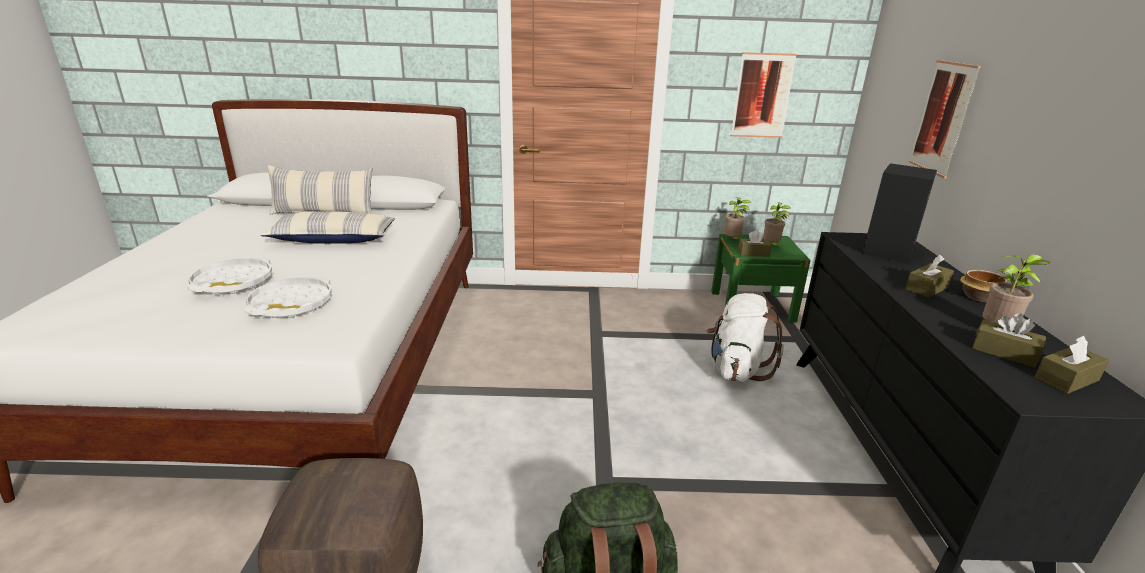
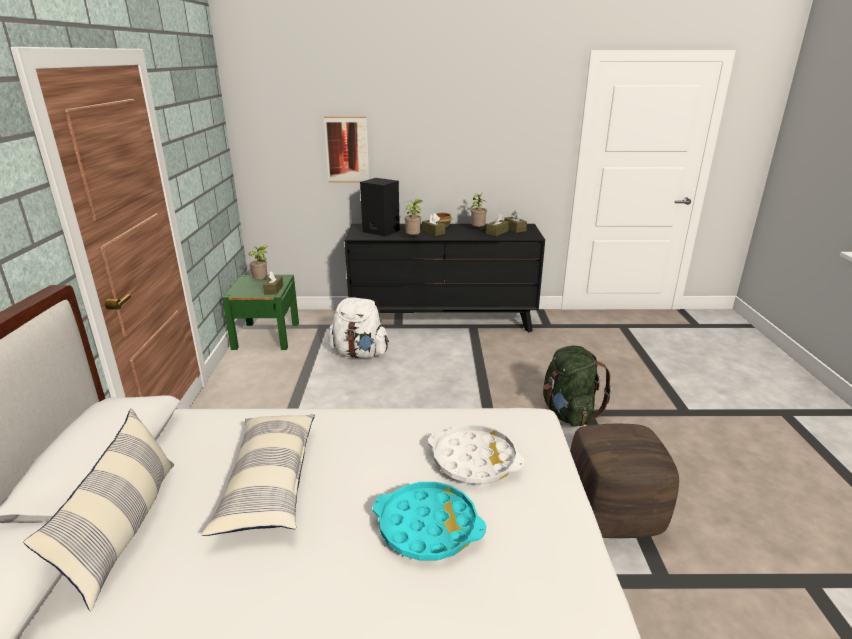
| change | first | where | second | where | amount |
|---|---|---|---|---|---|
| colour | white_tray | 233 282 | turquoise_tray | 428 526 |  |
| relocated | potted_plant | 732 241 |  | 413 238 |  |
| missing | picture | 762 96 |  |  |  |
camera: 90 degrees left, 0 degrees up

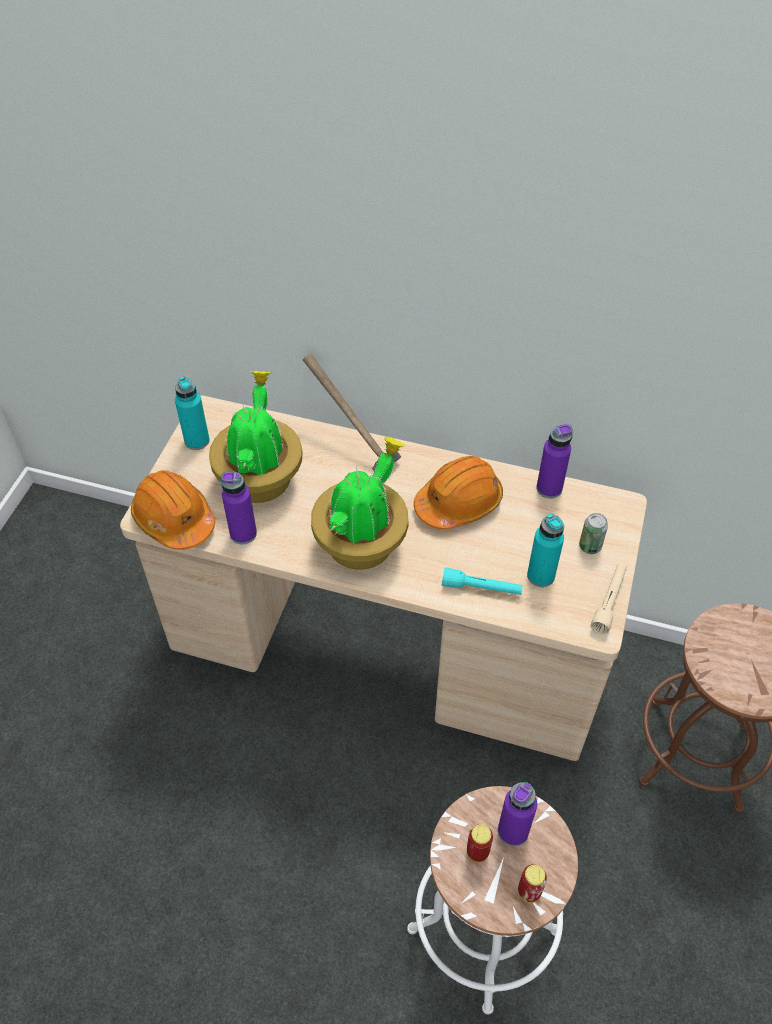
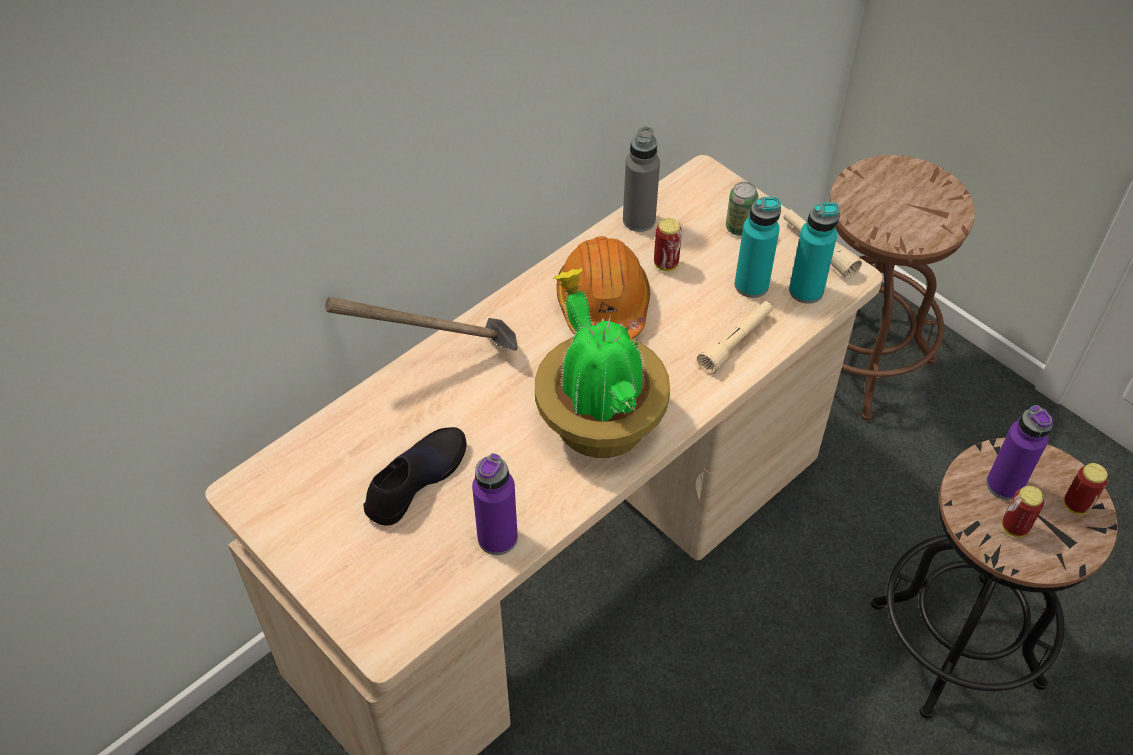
| change | first | where | second | where | amount |
|---|---|---|---|---|---|
| missing | orange_hard_hat | 174 519 |  |  |  |
| relocated | turquoise_bottle | 197 441 |  | 806 291 |  |
| exchanged | potted_plant | 260 477 | black_shoe | 416 479 |  |
| colour | white_stool | 484 930 | black_stool | 956 643 |  |
| colour | turquoise_flashlight | 481 588 | beige_flashlight | 736 342 |  |
| colour | purple_bottle | 549 488 | grey_bottle | 639 220 |  |
| appeared |  |  | can | 666 264 |  |
camera: 60 degrees left, 0 degrees up

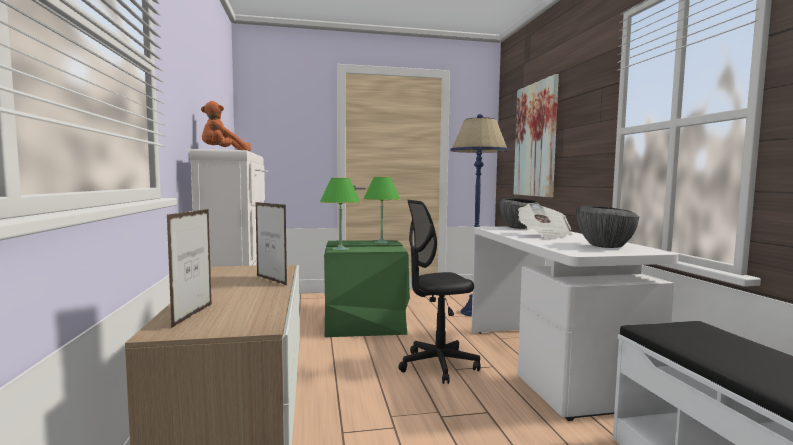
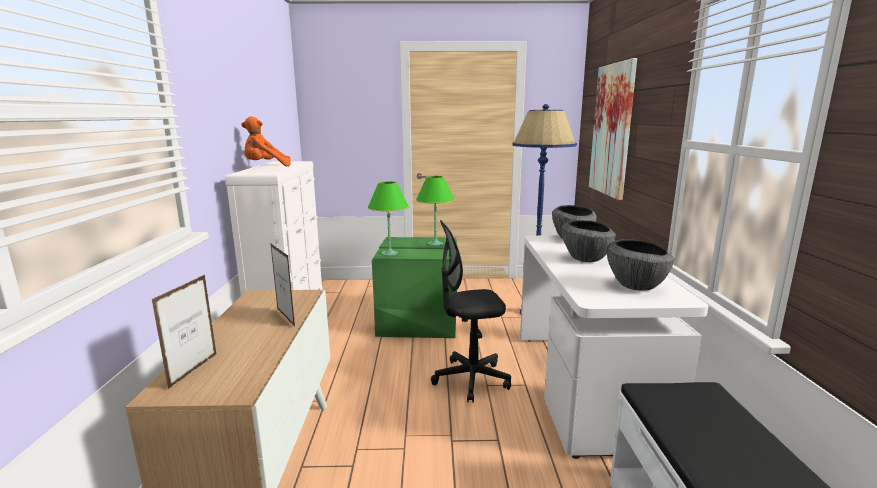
| change | first | where | second | where | amount |
|---|---|---|---|---|---|
| exchanged | newspaper | 543 236 | bowl | 585 259 |  |
camera: 10 degrees right, 10 degrees up

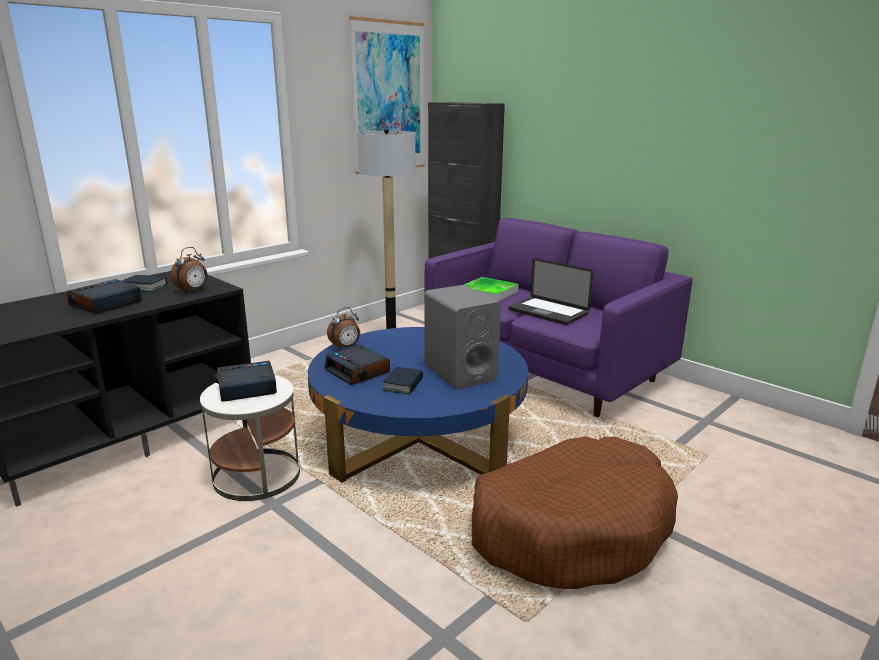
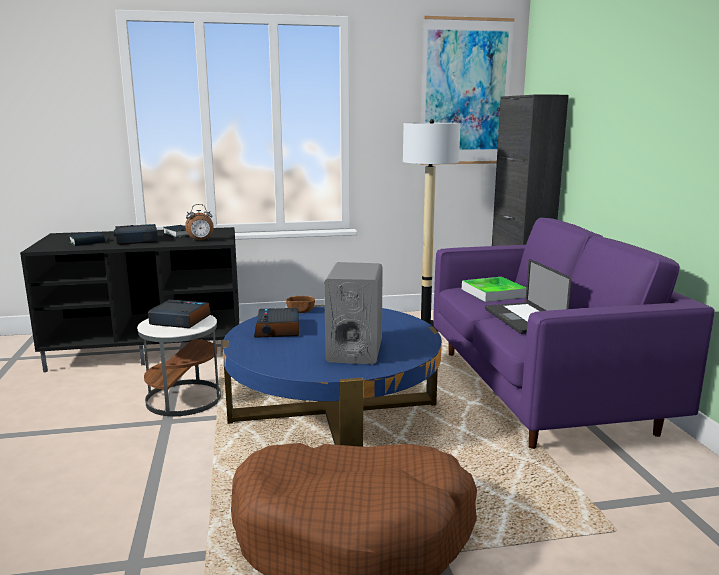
| change | first | where | second | where | amount |
|---|---|---|---|---|---|
| exchanged | alarm_clock | 345 347 | brown_bowl | 300 311 |  |
| relocated | book | 403 385 |  | 87 242 |  |
camera: 35 degrees right, 5 degrees down

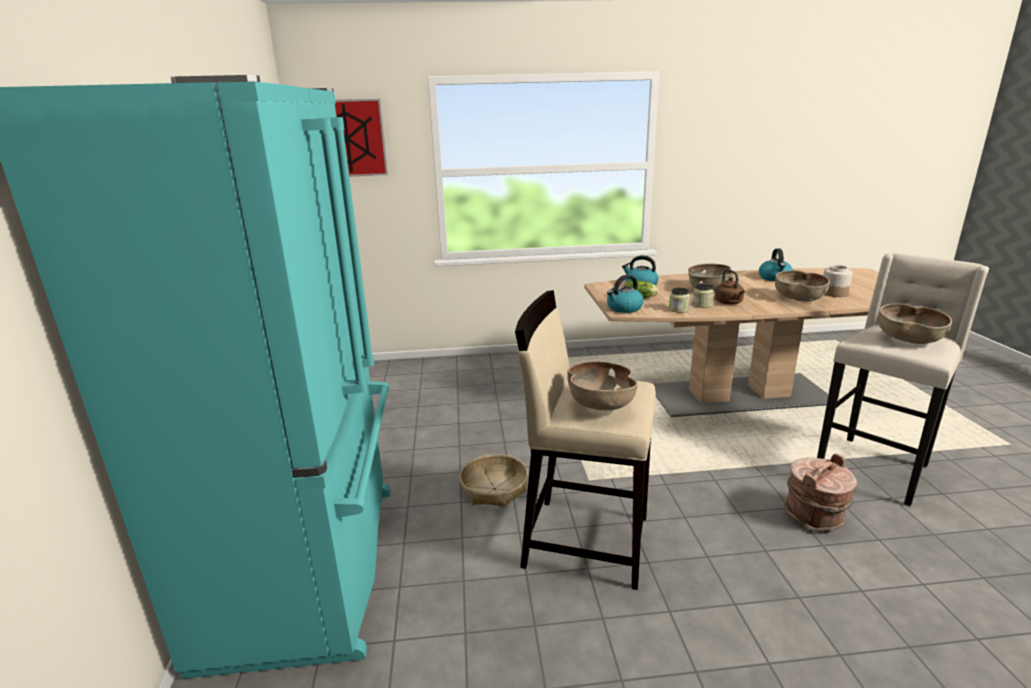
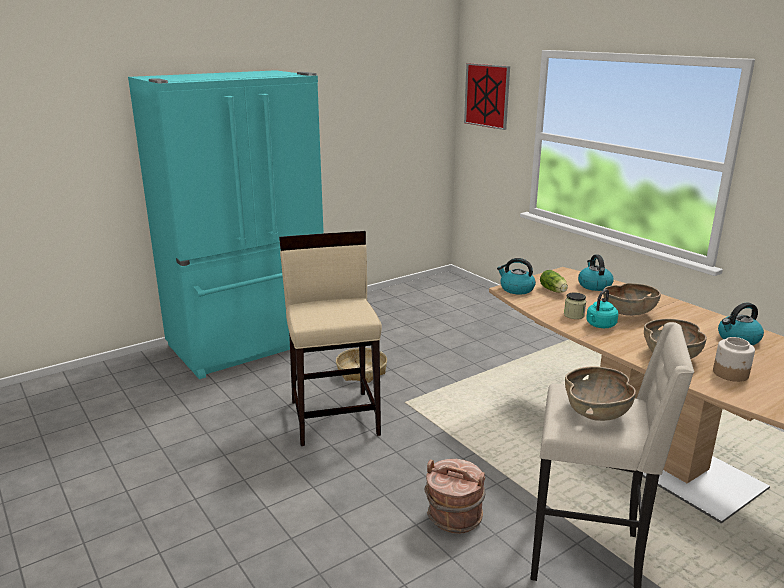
| change | first | where | second | where | amount |
|---|---|---|---|---|---|
| missing | brown_bowl | 600 405 |  |  |  |
| missing | jar | 678 309 |  |  |  |
| colour | brown_kettle | 729 303 | turquoise_kettle | 600 325 |  |
camera: 60 degrees right, 0 degrees up

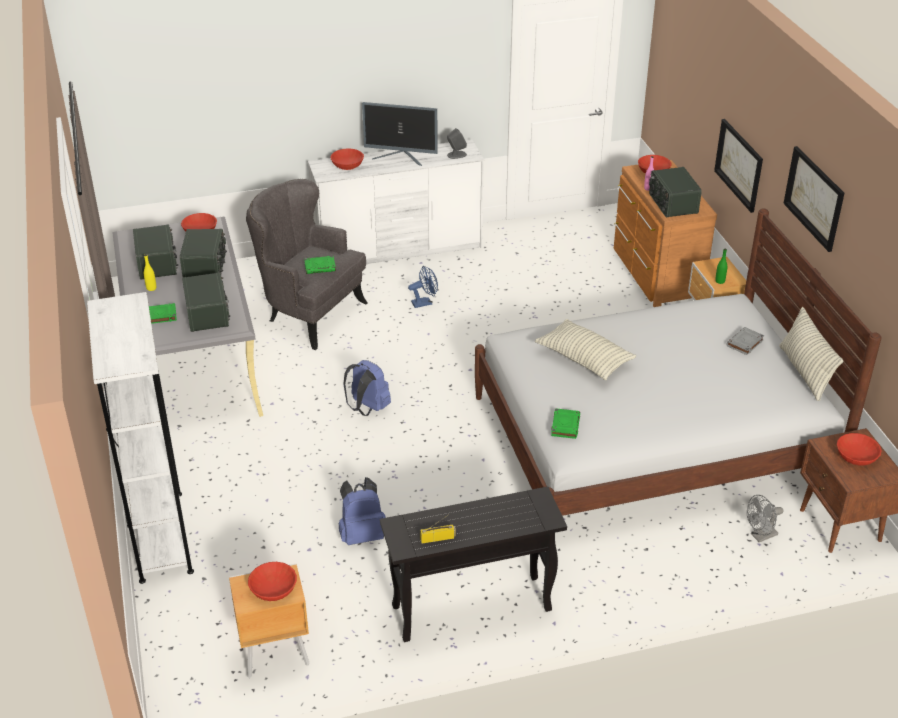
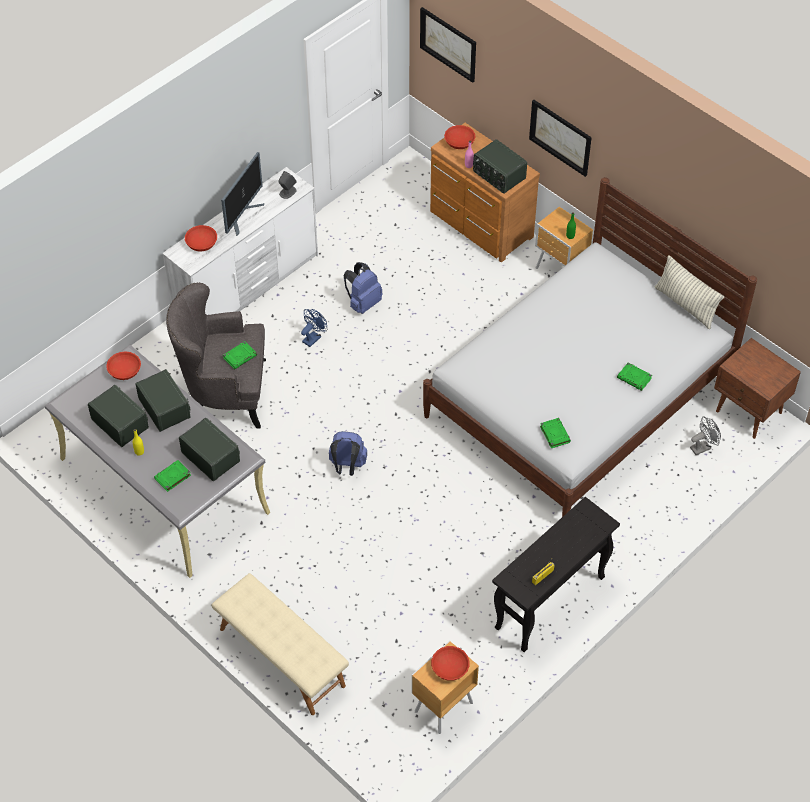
| change | first | where | second | where | amount |
|---|---|---|---|---|---|
| exchanged | white_bookcase | 161 536 | beige_bench | 281 657 |  |
| relocated | blue_backpack | 362 534 |  | 363 303 |  |
| spun | monitor | 401 158 |  | 242 215 | 45 degrees counterclockwise |
| missing | pillow | 584 359 |  |  |  |
| missing | grey_book | 744 343 |  |  |  |
| spun | grey_fan | 760 536 |  | 703 447 | 150 degrees counterclockwise |
| relocated | picture | 814 198 |  | 448 44 |  |
| missing | red_bowl | 856 456 |  |  |  |
| appeared |  |  | green_book | 634 378 |  |
camera: 30 degrees left, 15 degrees up

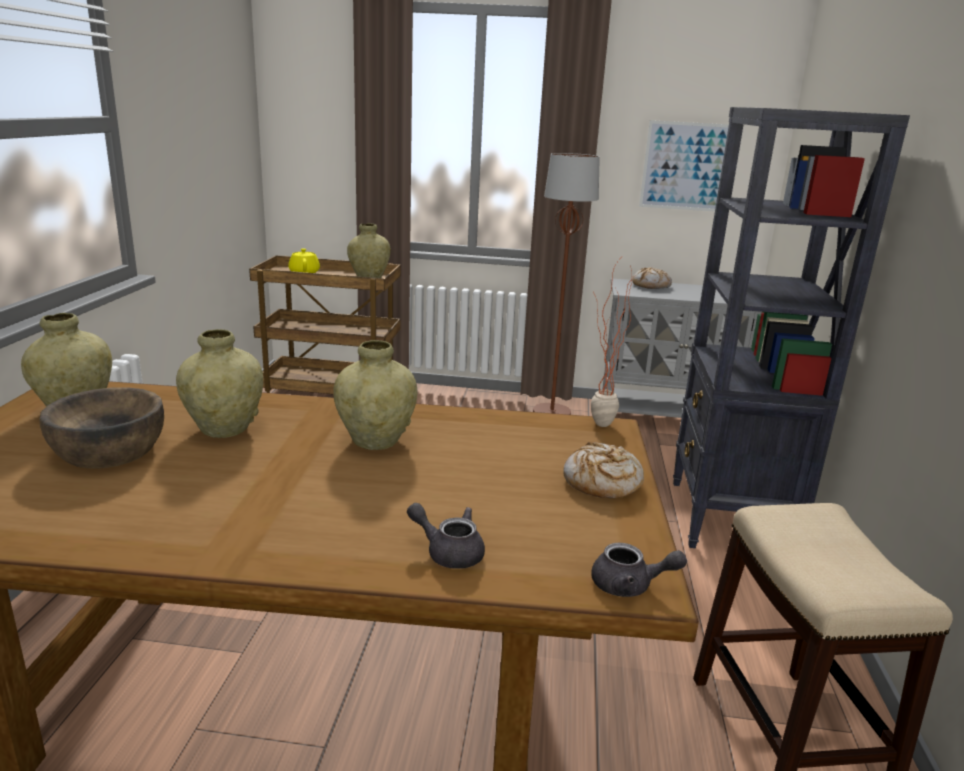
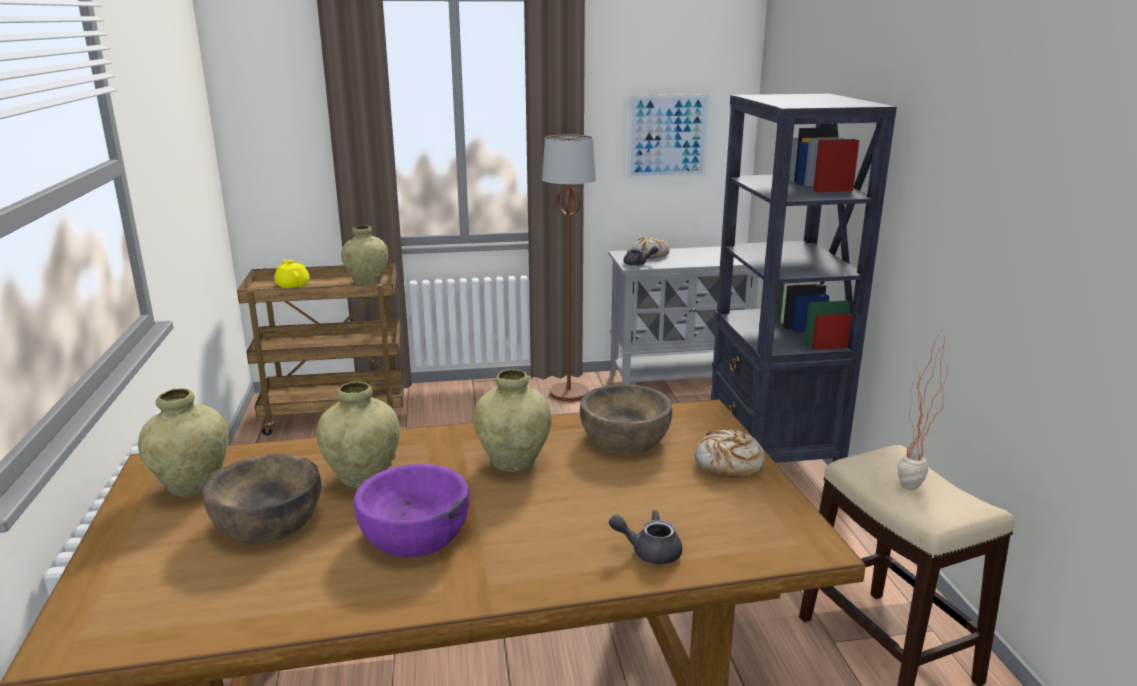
| change | first | where | second | where | amount |
|---|---|---|---|---|---|
| relocated | potted_plant | 597 427 |  | 908 491 |  |
| relocated | grey_teapot | 630 586 |  | 638 264 |  |
| appeared |  |  | purple_bowl | 415 533 |  |
| appeared |  |  | brown_bowl | 624 438 |  |
camera: 15 degrees left, 0 degrees up

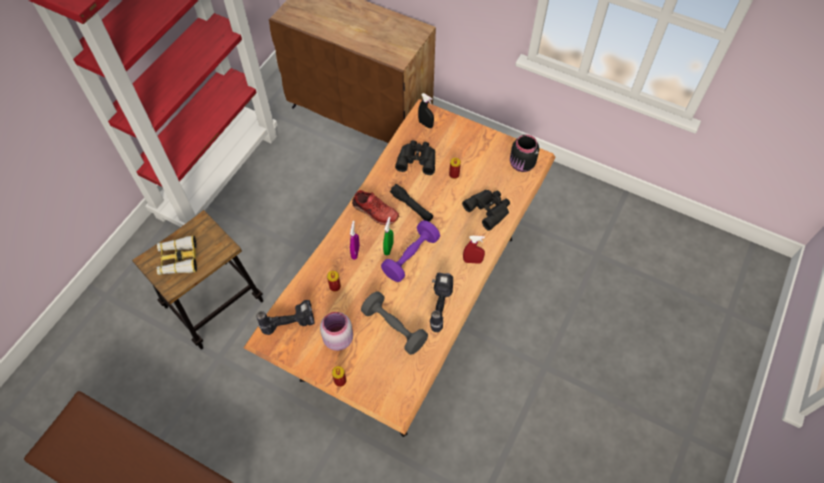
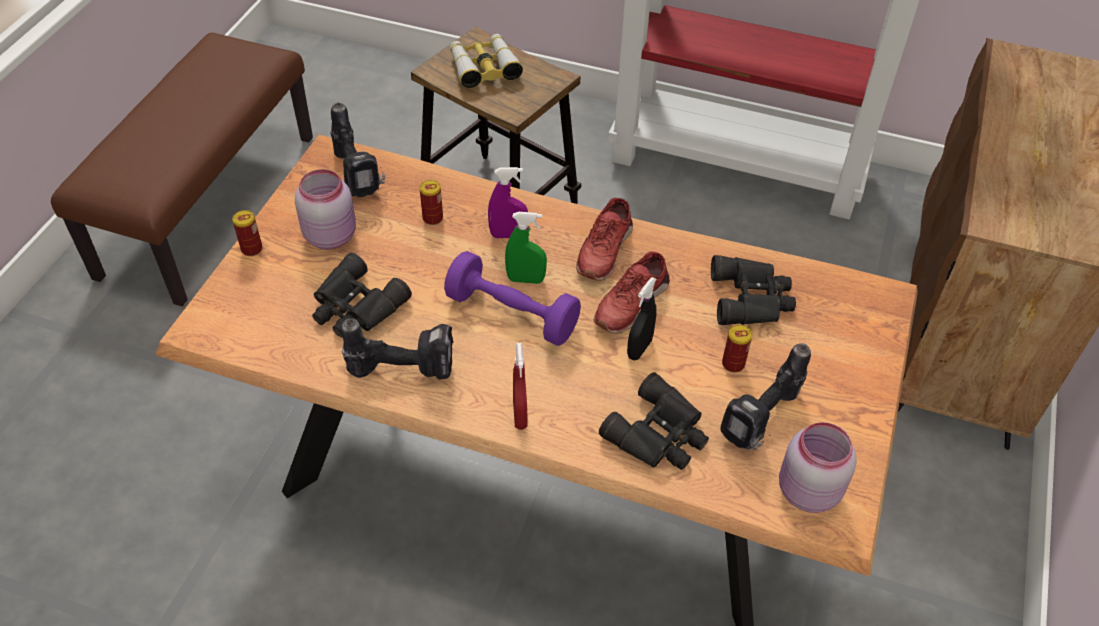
| change | first | where | second | where | amount |
|---|---|---|---|---|---|
| exchanged | grey_dumbbell | 394 328 | black_binoculars | 355 307 |  |
| exchanged | black_flashlight | 411 206 | red_shoe | 630 303 |  |
| relocated | black_spray_bottle | 425 124 |  | 639 349 |  |
| colour | black_jar | 521 165 | pink_jar | 806 491 |  |
| appeared |  |  | power_drill | 763 421 |  |
camera: 80 degrees right, 10 degrees down

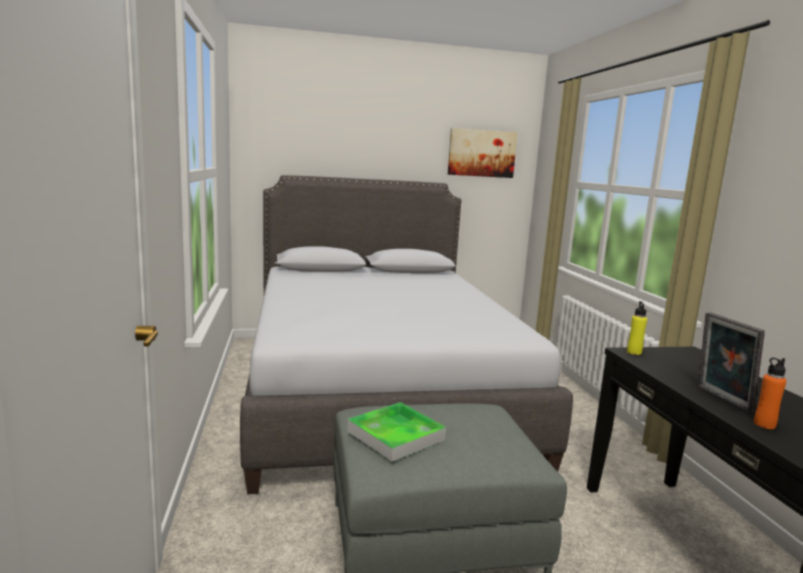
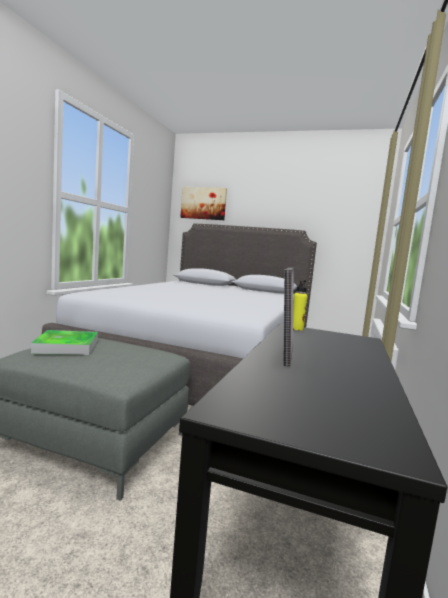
| change | first | where | second | where | amount |
|---|---|---|---|---|---|
| relocated | picture | 481 153 |  | 203 203 |  |
| missing | orange_bottle | 764 424 |  |  |  |
camera: 30 degrees right, 5 degrees down

